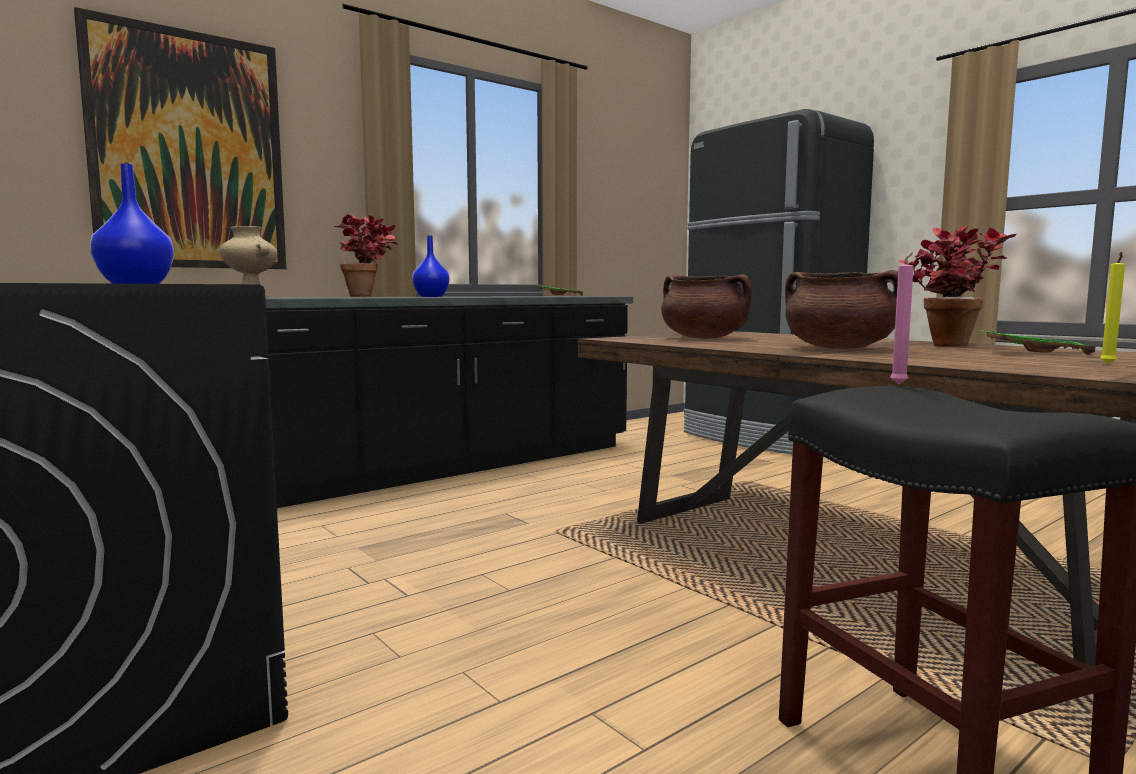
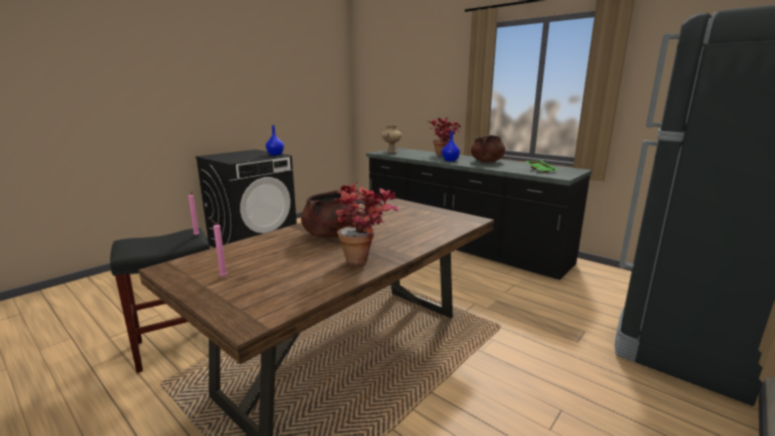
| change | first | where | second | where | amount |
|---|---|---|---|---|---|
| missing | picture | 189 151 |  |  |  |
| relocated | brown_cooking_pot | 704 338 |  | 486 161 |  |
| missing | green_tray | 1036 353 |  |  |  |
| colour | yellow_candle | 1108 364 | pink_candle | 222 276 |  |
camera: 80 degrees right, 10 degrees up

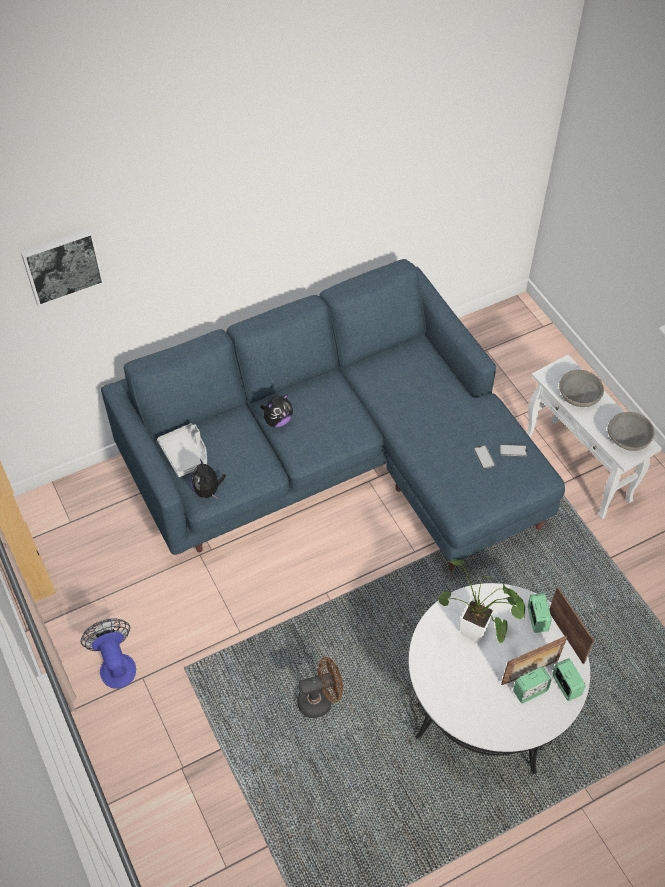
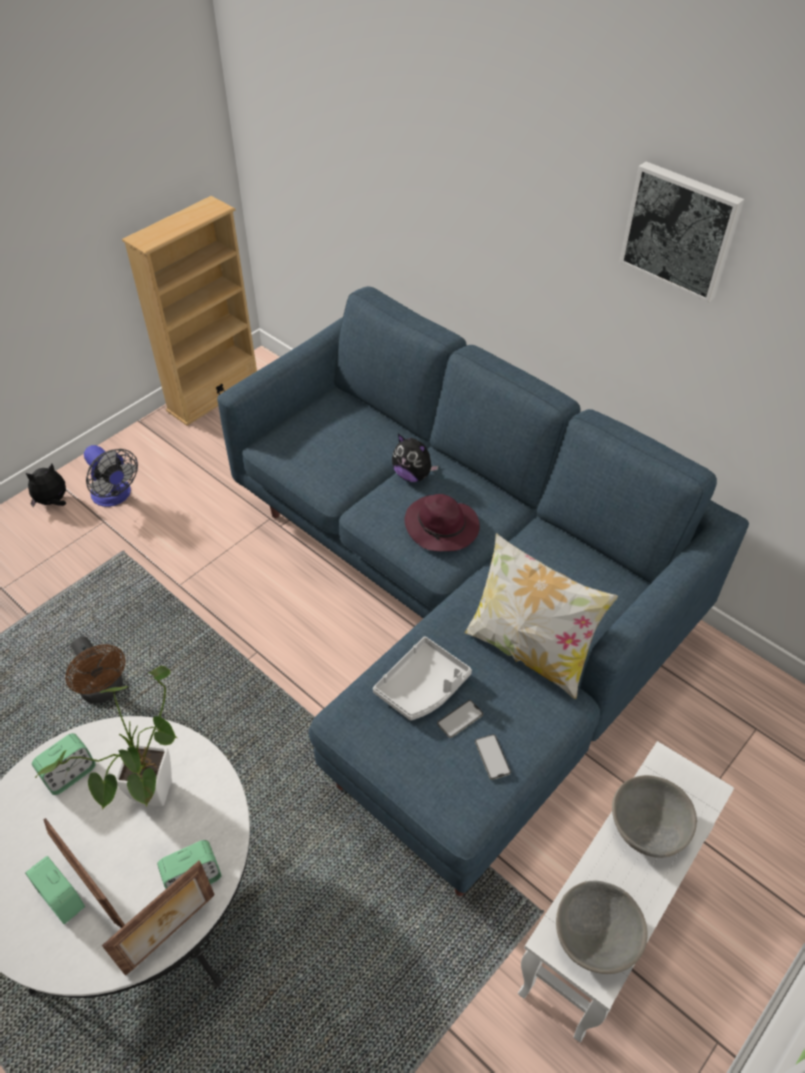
| change | first | where | second | where | amount |
|---|---|---|---|---|---|
| relocated | picture | 62 265 |  | 681 230 |  |
| spun | fan | 116 664 |  | 115 496 | 90 degrees clockwise |
| relocated | grey_tray | 185 454 |  | 423 687 |  |
| relocated | plush_toy | 208 490 |  | 53 502 |  |
| relocated | alarm_clock | 565 686 |  | 70 774 |  |
| appeared |  |  | purple_hat | 442 527 |  |
| appeared |  |  | pillow | 529 651 |  |
camera: 70 degrees right, 5 degrees down

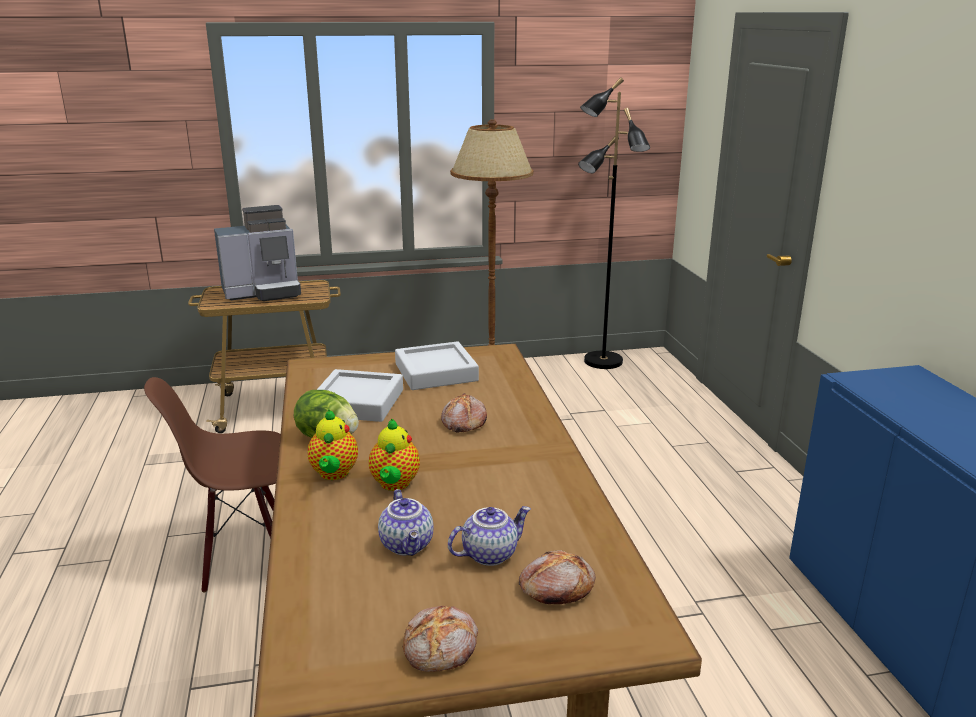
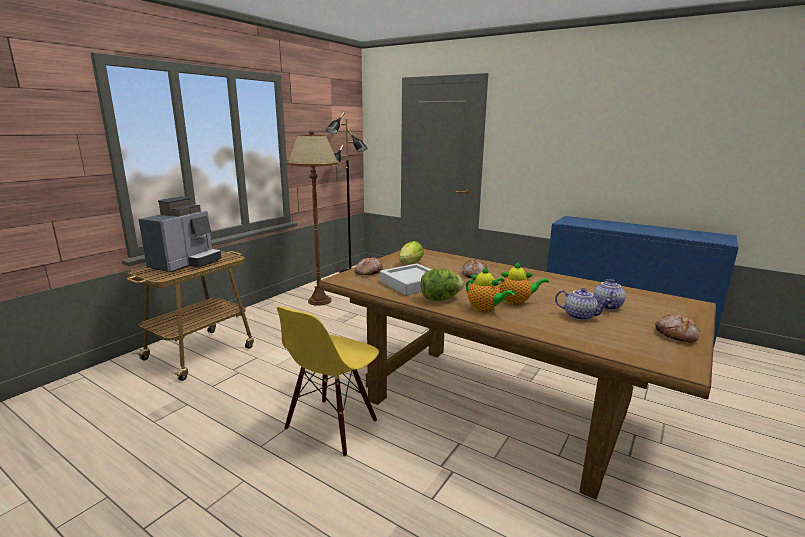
| change | first | where | second | where | amount |
|---|---|---|---|---|---|
| colour | brown_chair | 245 553 | yellow_chair | 332 426 |  |
| spun | teapot | 394 484 |  | 516 302 | 45 degrees counterclockwise |
| exchanged | grey_tray | 436 372 | lettuce | 410 264 |  |
| relocated | bread | 555 587 |  | 368 272 |  |
camera: 45 degrees left, 5 degrees down

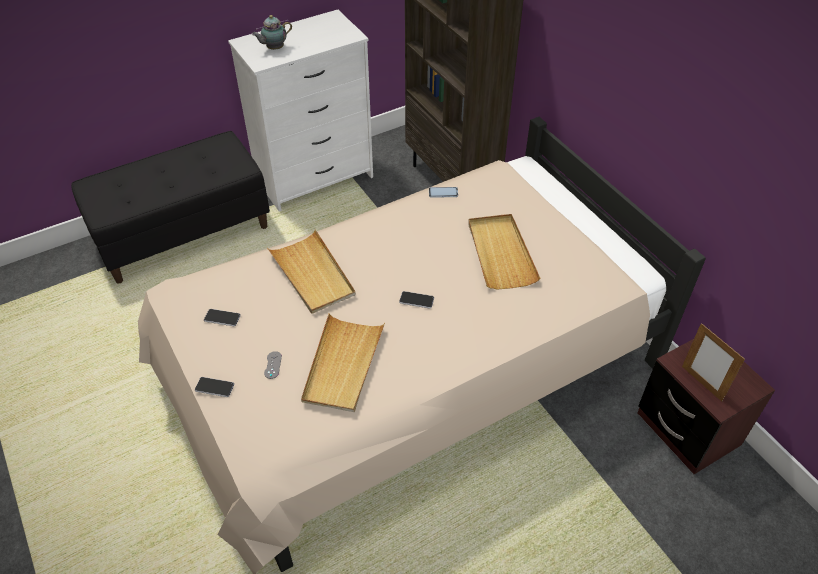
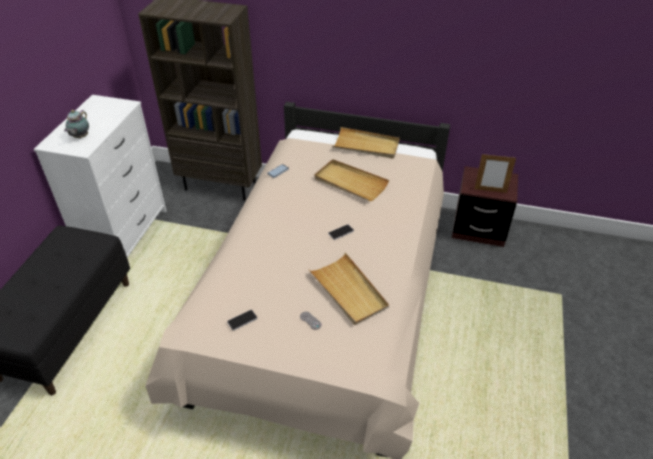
| change | first | where | second | where | amount |
|---|---|---|---|---|---|
| missing | phone | 214 387 |  |  |  |
| relocated | beige_tray | 312 274 |  | 366 145 |  |
camera: 45 degrees left, 5 degrees down

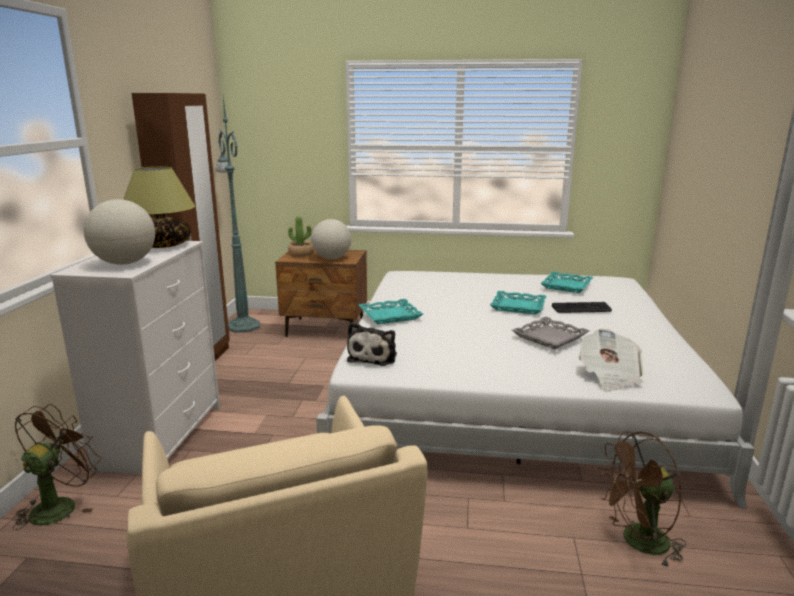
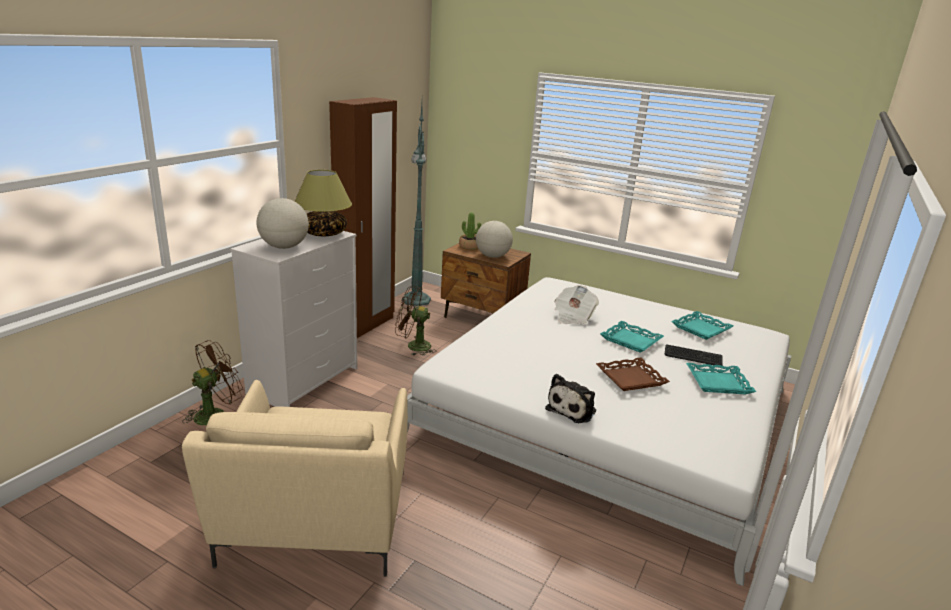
| change | first | where | second | where | amount |
|---|---|---|---|---|---|
| relocated | plush_toy | 374 357 |  | 573 409 |  |
| relocated | turquoise_tray | 390 315 |  | 718 382 |  |
| colour | grey_tray | 550 337 | brown_tray | 631 379 |  |
| relocated | newspaper | 609 376 |  | 573 316 |  |
| relocated | brown_fan | 637 543 |  | 413 346 |  |
camera: 20 degrees right, 5 degrees up

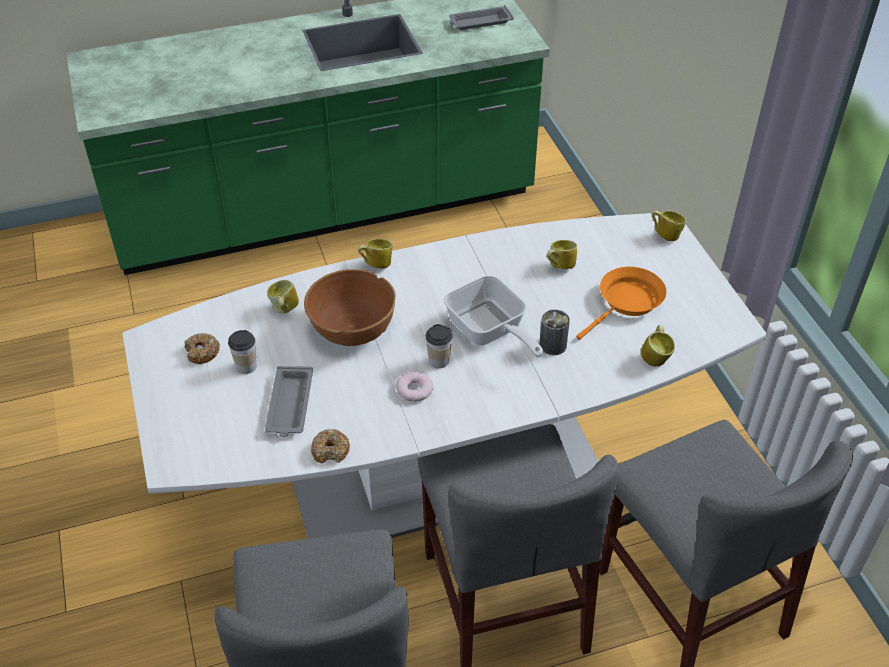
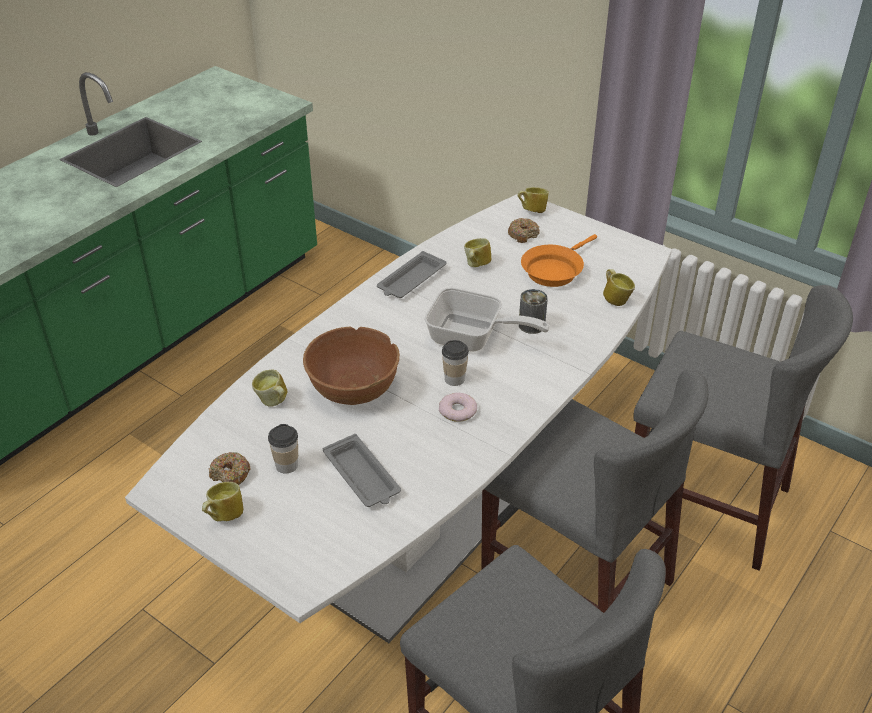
| change | first | where | second | where | amount |
|---|---|---|---|---|---|
| relocated | donut | 331 451 |  | 523 234 |  |
| relocated | mug | 376 264 |  | 224 516 |  |
| relocated | grey_tray | 479 22 |  | 410 280 |  |
| spun | orange_frying_pan | 627 302 |  | 554 270 | 150 degrees counterclockwise |
camera: 35 degrees left, 5 degrees down

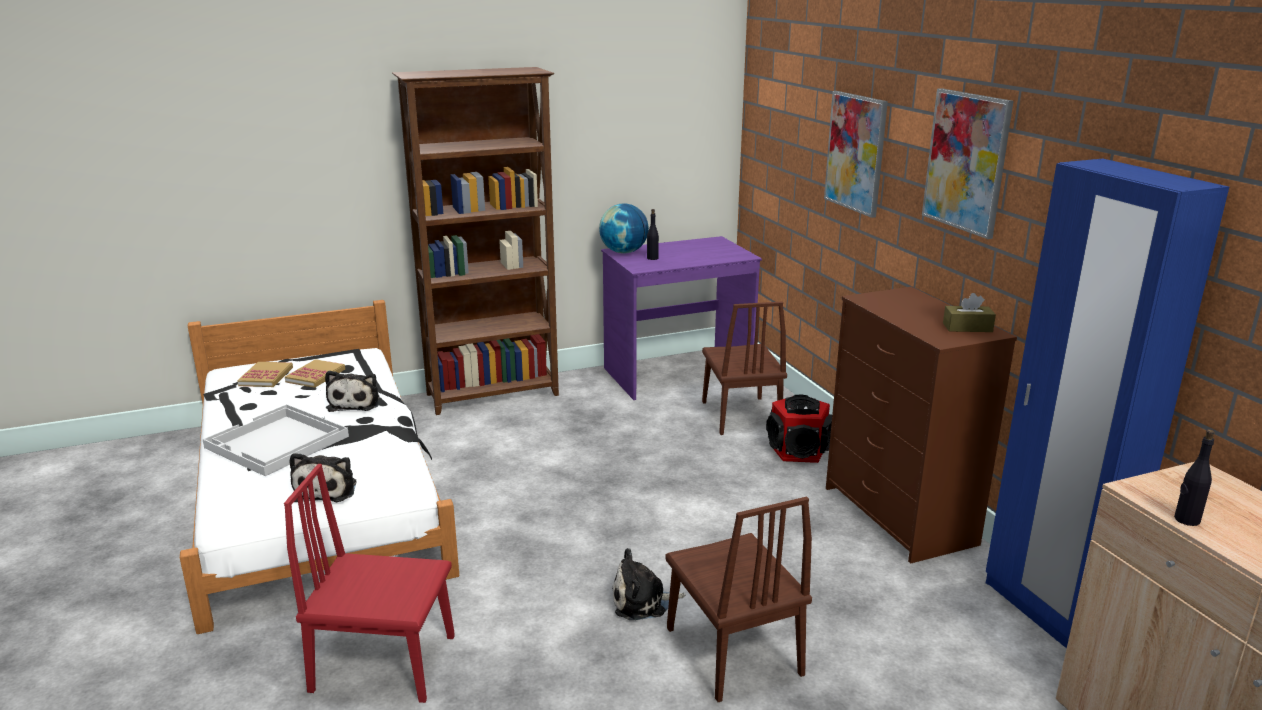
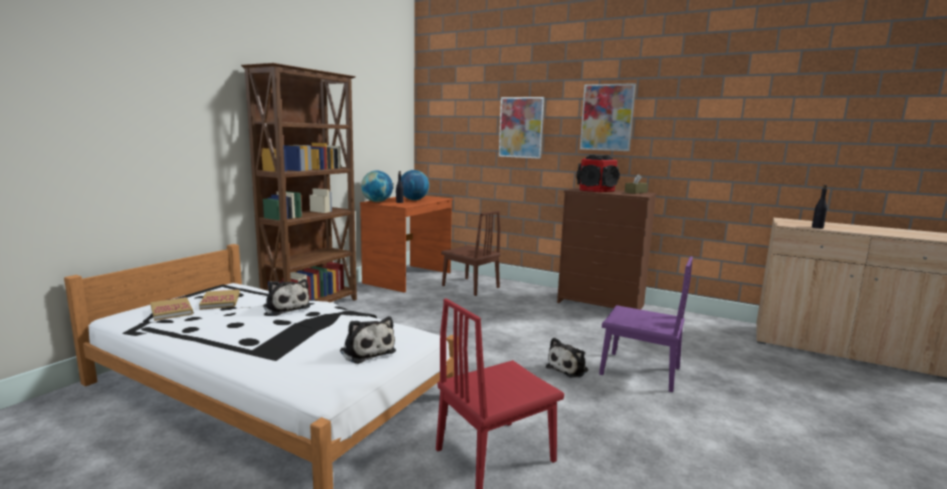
| change | first | where | second | where | amount |
|---|---|---|---|---|---|
| missing | white_tray | 277 442 |  |  |  |
| colour | purple_desk | 678 375 | brown_desk | 408 278 |  |
| colour | brown_chair | 733 651 | purple_chair | 639 371 |  |
| relocated | speaker | 799 450 |  | 595 190 |  |
| missing | blue_wardrobe | 1046 612 |  |  |  |
| appeared |  |  | globe | 414 200 |  |
camera: 40 degrees left, 10 degrees down

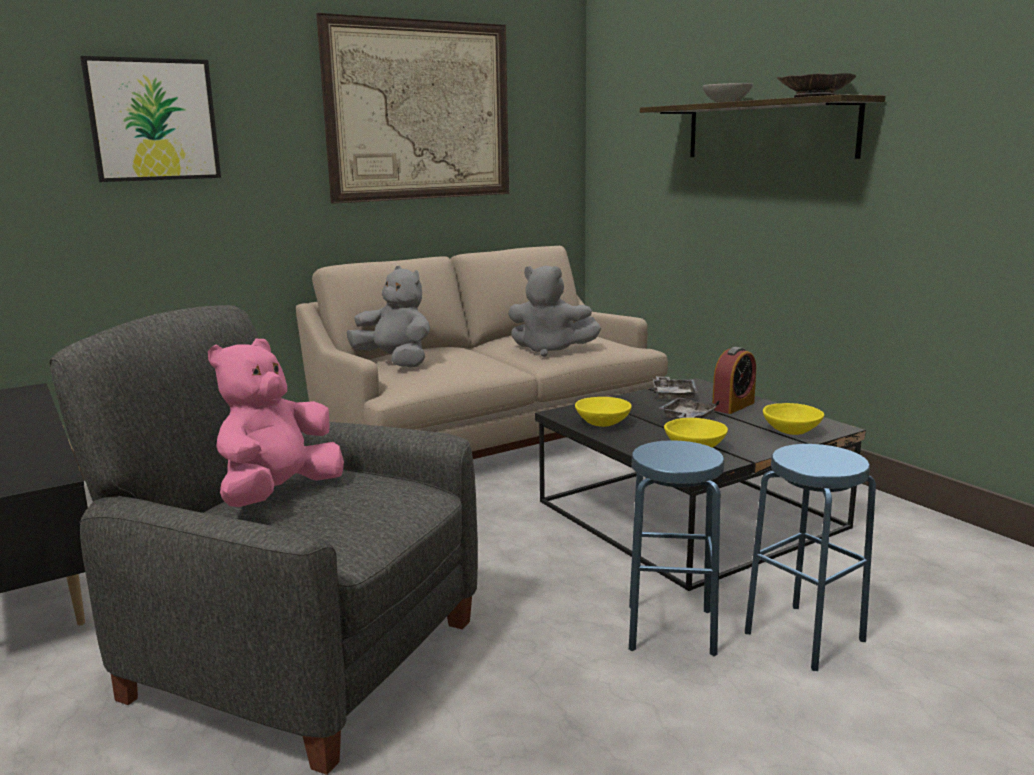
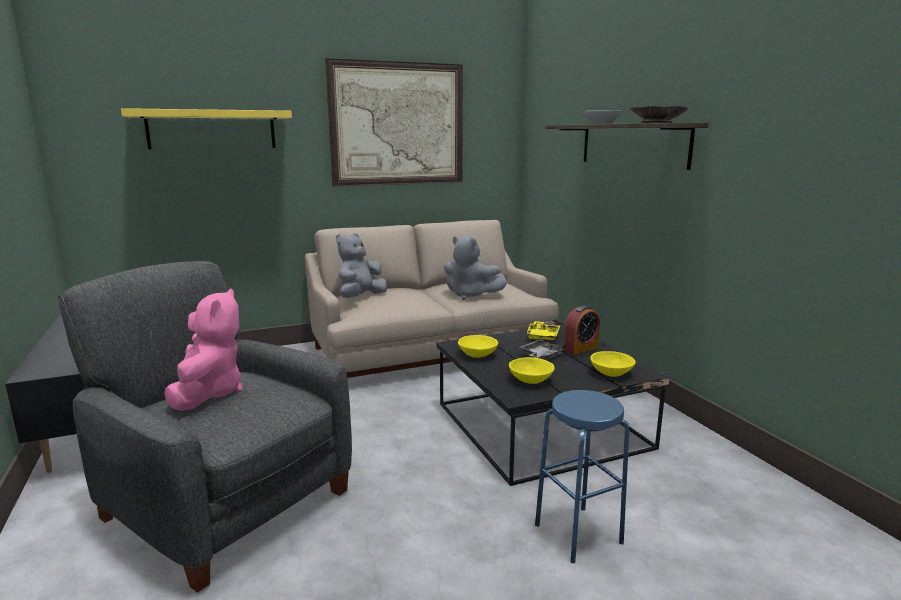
| change | first | where | second | where | amount |
|---|---|---|---|---|---|
| exchanged | picture | 153 120 | yellow_shelf | 212 129 |  |
| spun | pink_plush_toy | 278 494 |  | 208 393 | 135 degrees clockwise |
| spun | grey_plush_toy | 395 362 |  | 360 297 | 105 degrees counterclockwise |
| missing | blue_stool | 670 629 |  |  |  |
| colour | grey_tray | 673 395 | yellow_tray | 542 336 |  |
camera: 10 degrees right, 0 degrees up

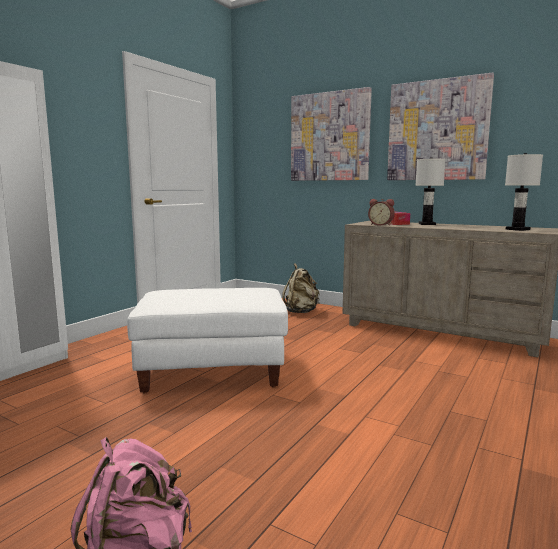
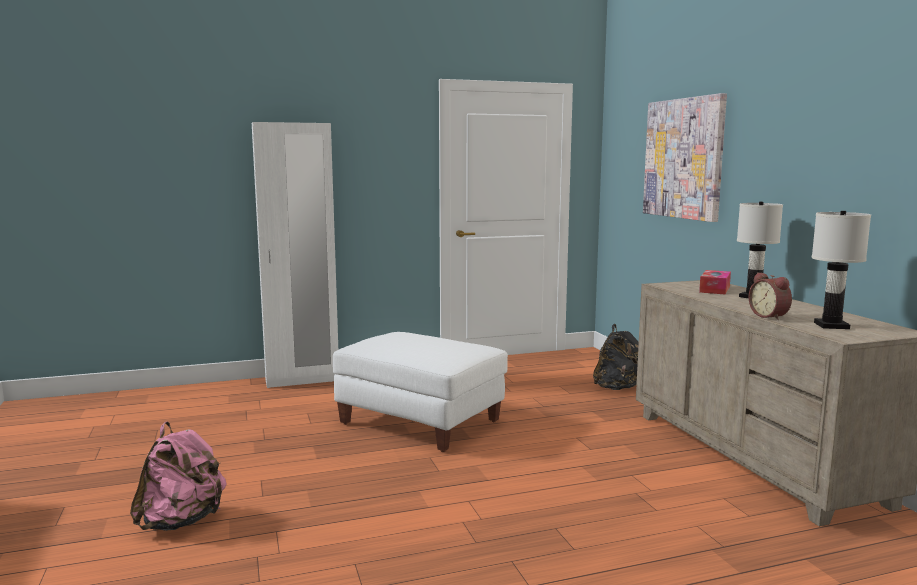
| change | first | where | second | where | amount |
|---|---|---|---|---|---|
| colour | beige_backpack | 301 312 | black_backpack | 618 388 |  |
| relocated | alarm_clock | 381 225 |  | 770 316 |  |
| missing | picture | 437 130 |  |  |  |
camera: 40 degrees right, 0 degrees up

